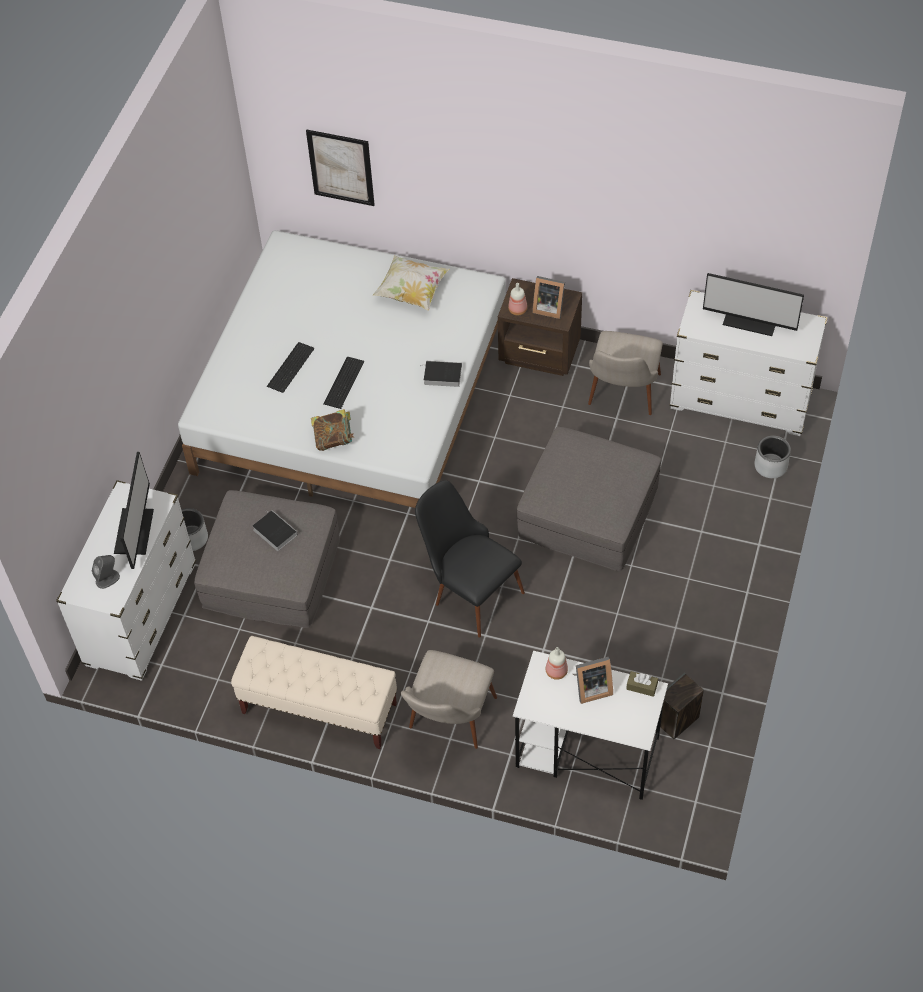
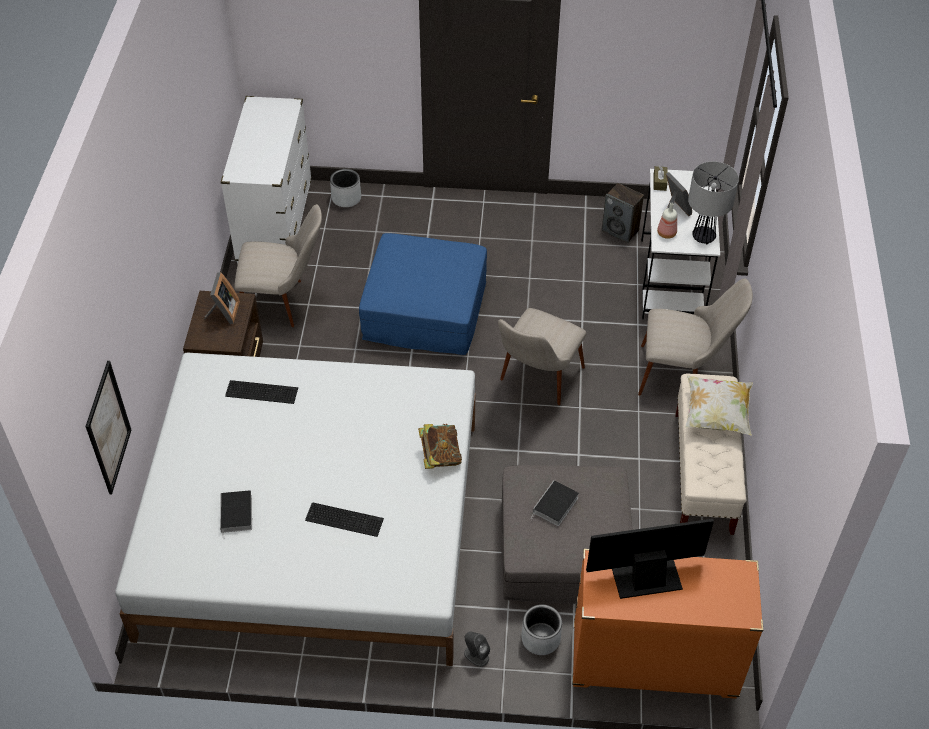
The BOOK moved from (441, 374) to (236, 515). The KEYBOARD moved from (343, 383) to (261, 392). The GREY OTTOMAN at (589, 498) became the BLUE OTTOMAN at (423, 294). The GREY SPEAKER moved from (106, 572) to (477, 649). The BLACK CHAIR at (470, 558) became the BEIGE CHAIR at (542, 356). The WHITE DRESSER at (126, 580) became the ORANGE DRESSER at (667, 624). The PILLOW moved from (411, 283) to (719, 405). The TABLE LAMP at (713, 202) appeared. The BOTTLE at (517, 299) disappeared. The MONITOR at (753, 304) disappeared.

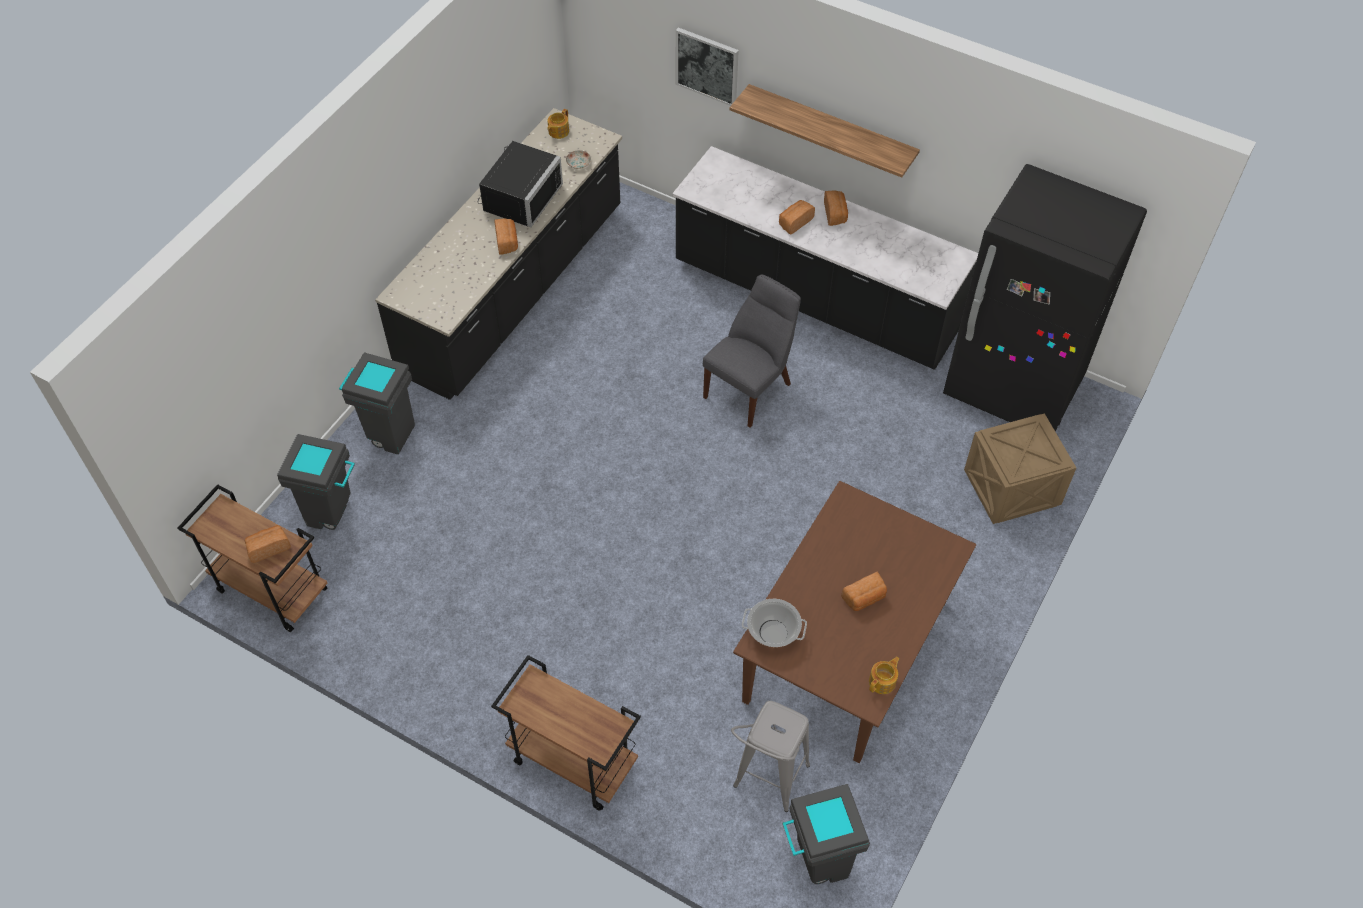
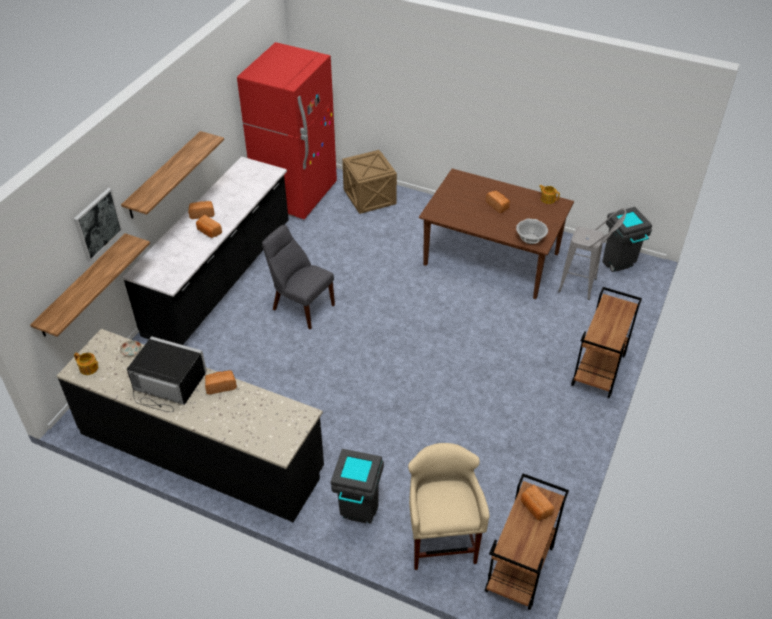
The SHELF at (90, 285) appeared. The BLACK FRIDGE at (1045, 297) became the RED FRIDGE at (287, 130). The GREY TRASH CAN at (316, 482) was replaced by the BEIGE STOOL at (449, 506).

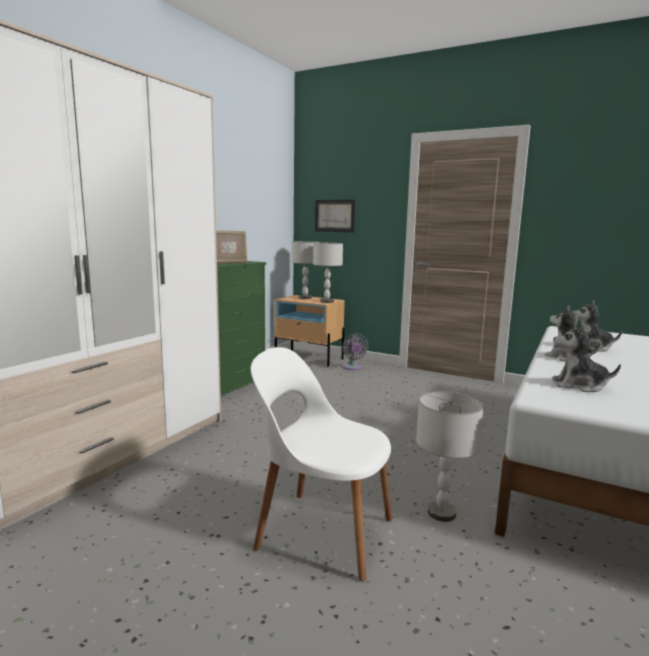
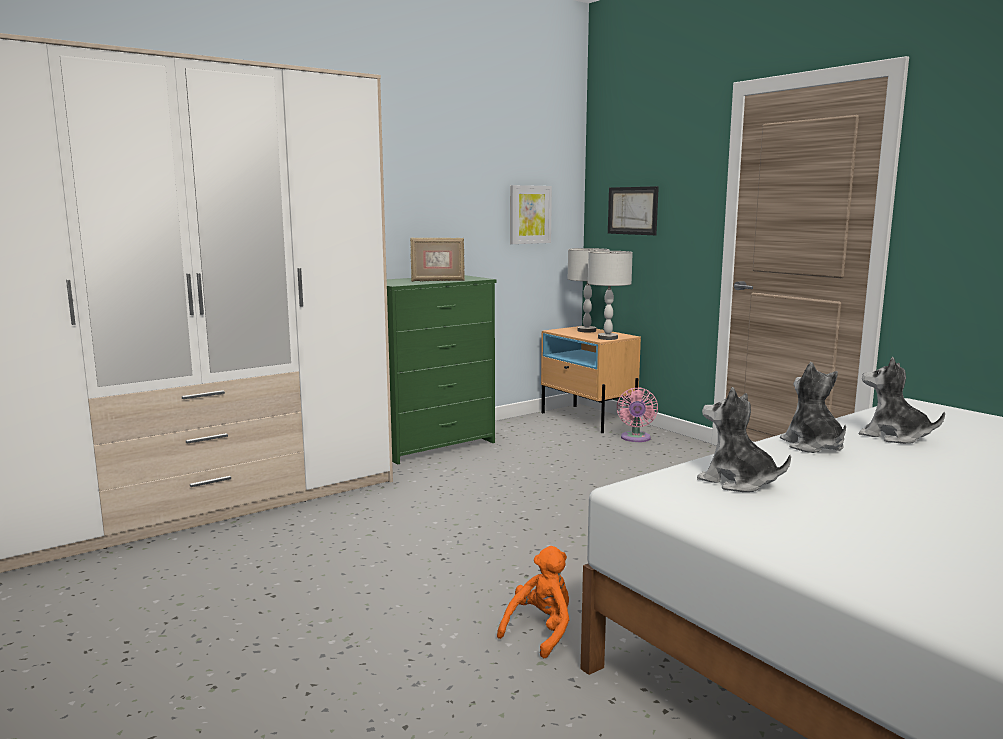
The GREY TABLE LAMP at (450, 456) was replaced by the ORANGE PLUSH TOY at (533, 602). The PICTURE at (531, 214) appeared. The GREY FAN at (355, 351) became the PINK FAN at (637, 414). The WHITE CHAIR at (321, 464) disappeared.

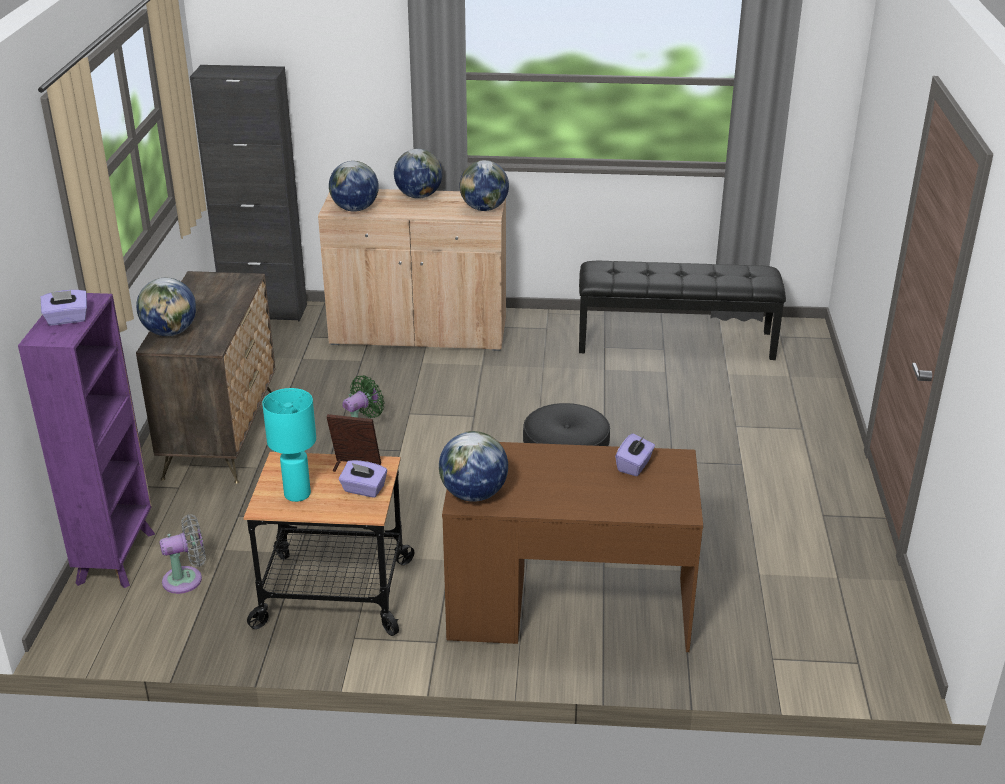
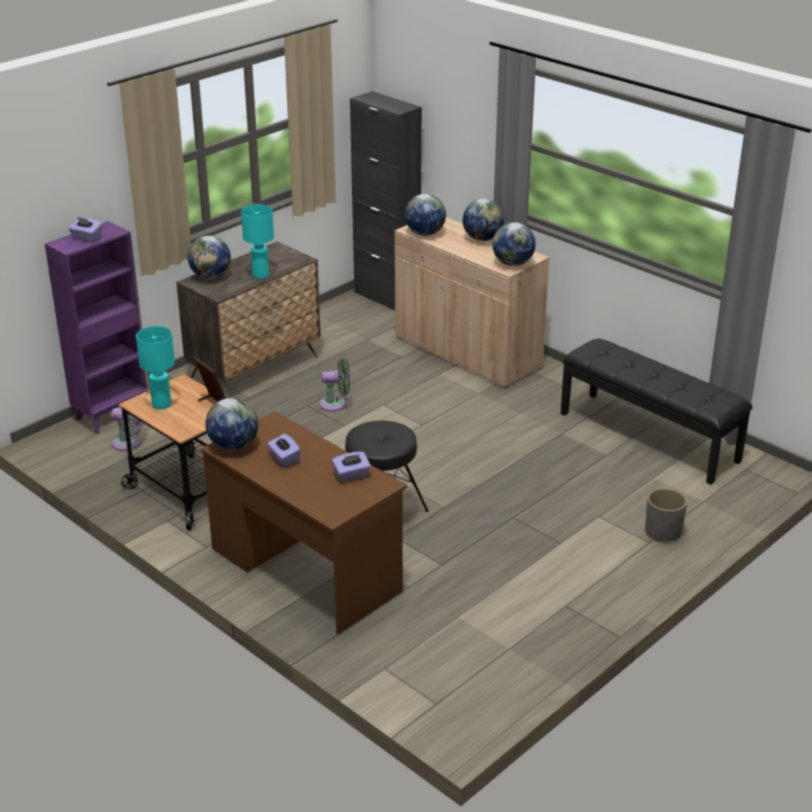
The TURQUOISE TABLE LAMP at (257, 241) appeared. The PURPLE TISSUE BOX moved from (363, 479) to (283, 450). The GREY PLANTER at (666, 515) appeared.

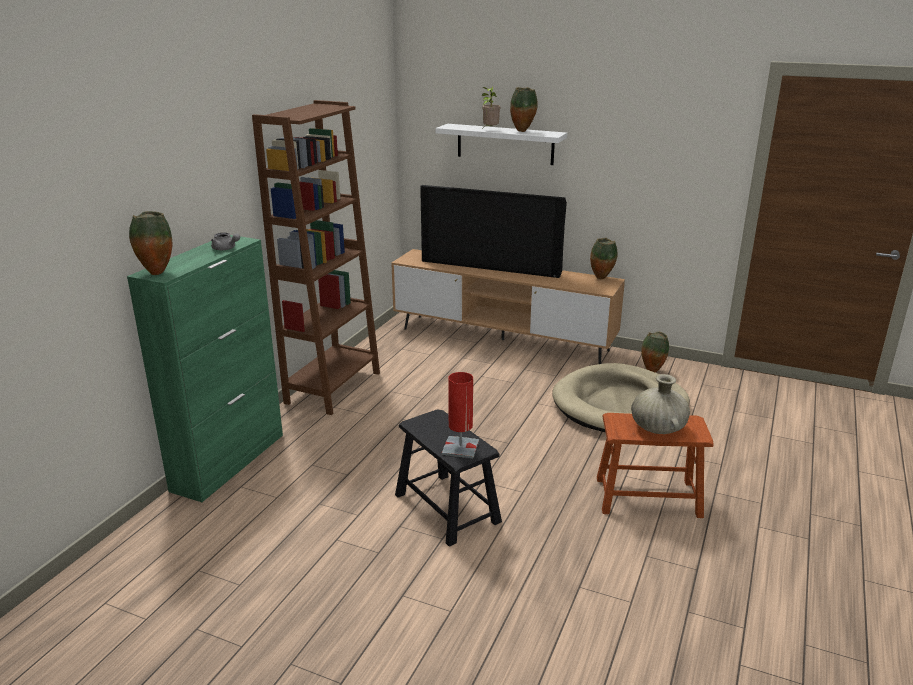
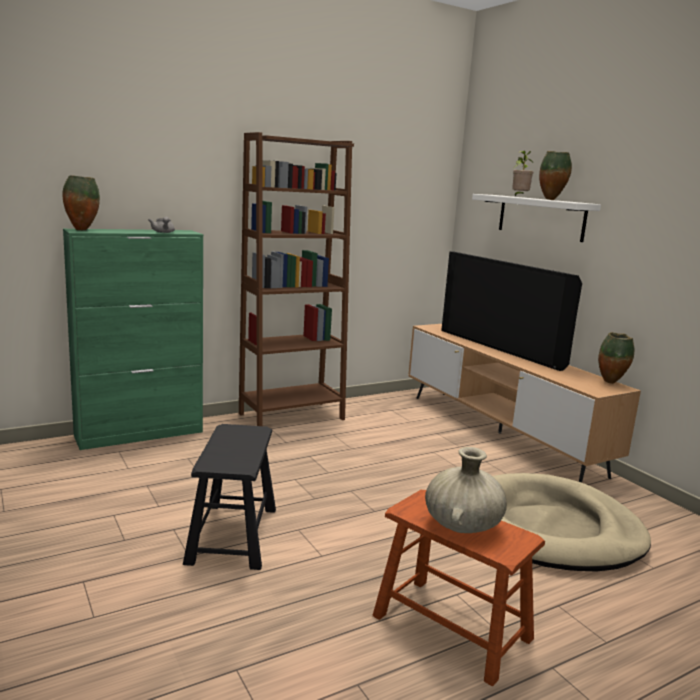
The RED TABLE LAMP at (460, 415) disappeared. The VASE at (655, 352) disappeared.

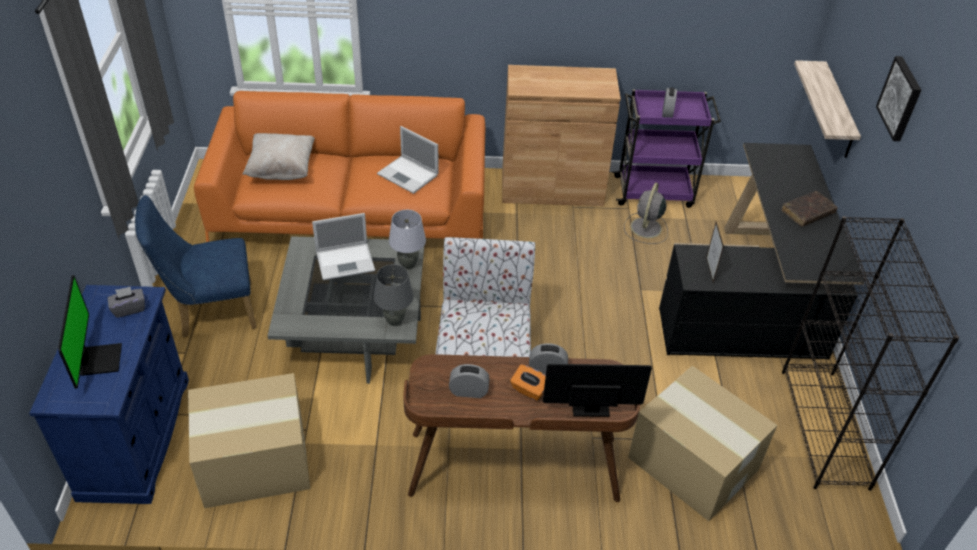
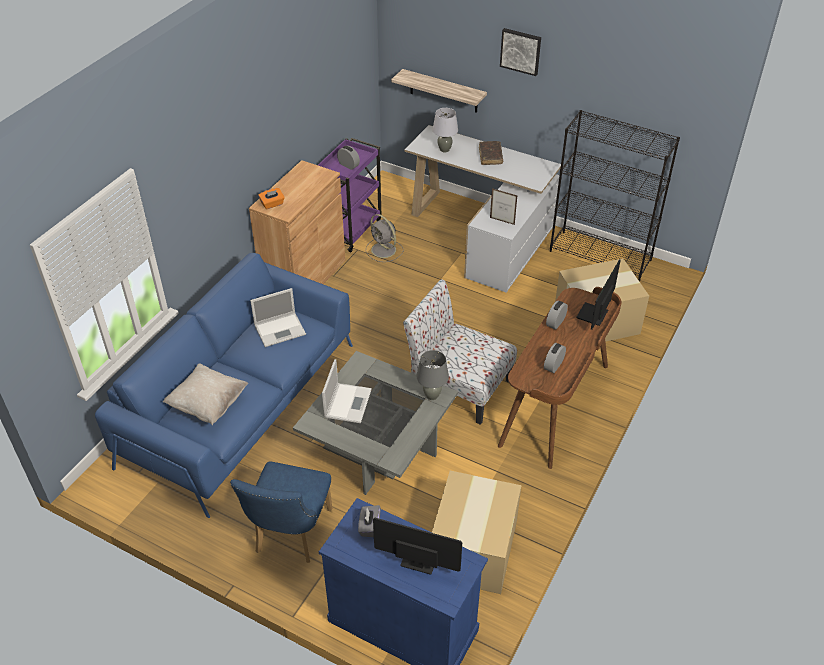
The ORANGE SOFA at (339, 166) became the BLUE SOFA at (224, 385). The ORANGE TISSUE BOX moved from (528, 382) to (271, 198). The BLACK DESK at (762, 251) became the WHITE DESK at (482, 209). The GREY TABLE LAMP moved from (407, 240) to (445, 130).

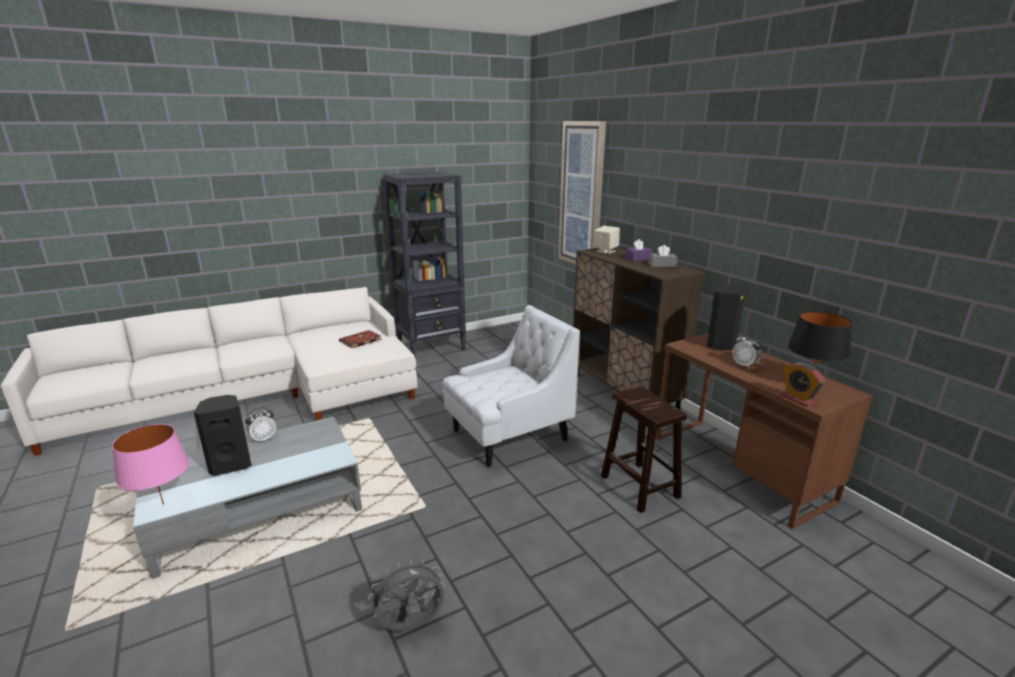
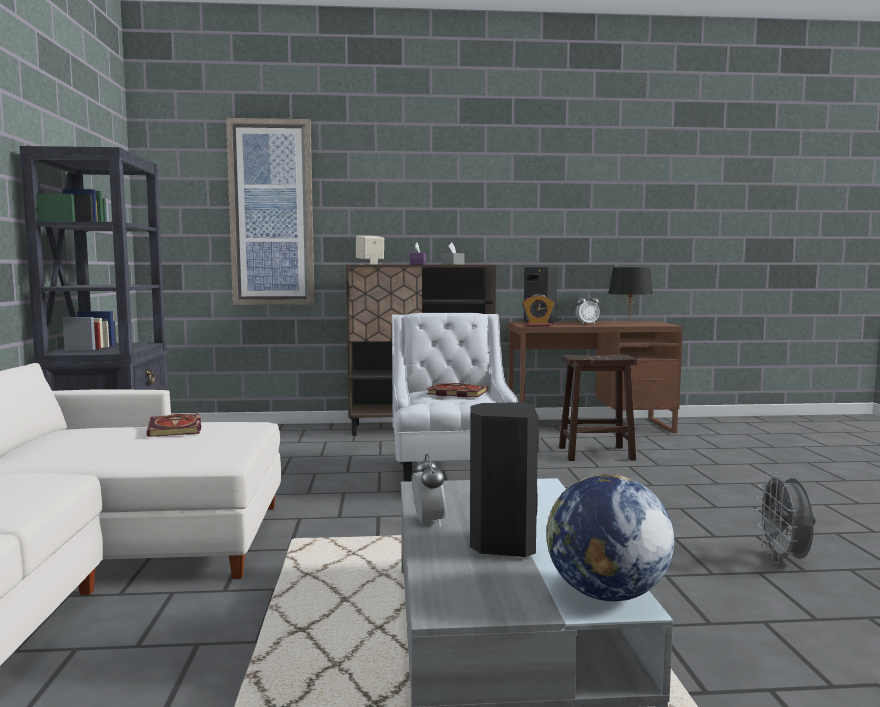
The BOOK at (457, 390) appeared. The ALARM CLOCK moved from (803, 384) to (538, 310). The PINK TABLE LAMP at (150, 464) was replaced by the GLOBE at (610, 537).

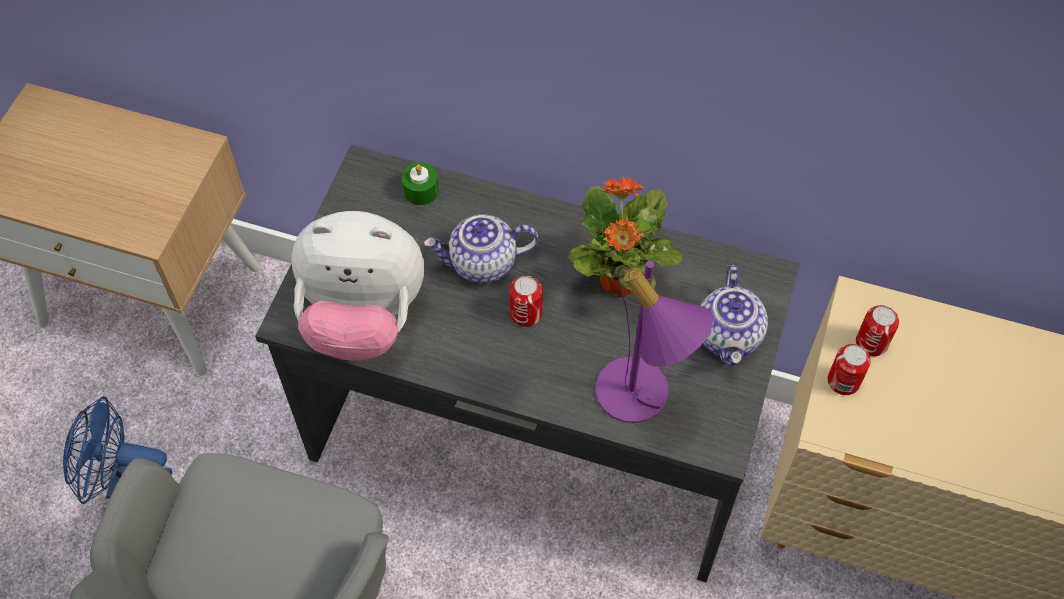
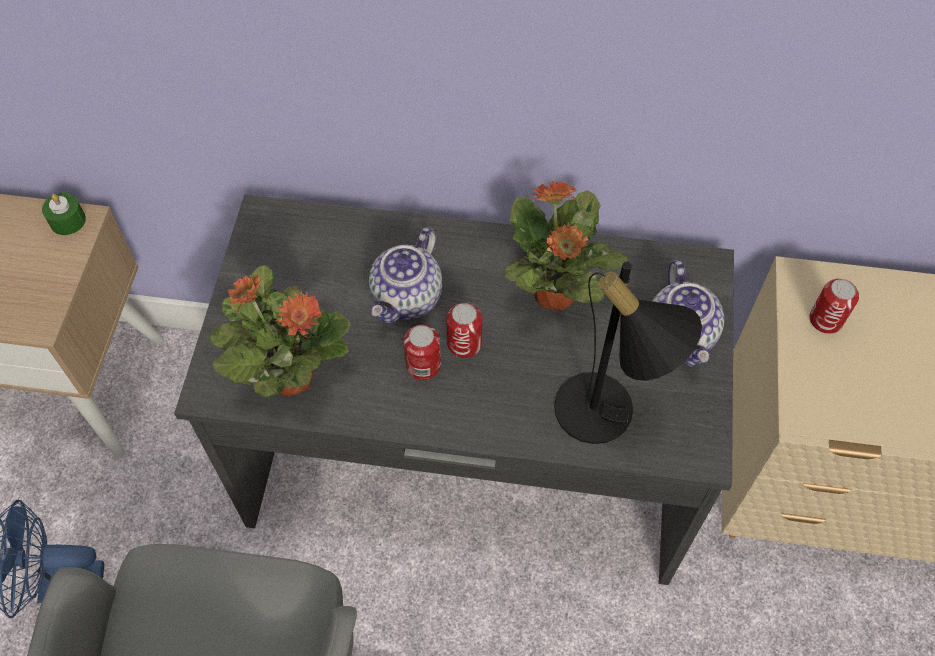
The GREEN CANDLE moved from (420, 183) to (64, 214). The PLUSH TOY at (357, 286) was replaced by the POTTED PLANT at (280, 331). The TEAPOT at (481, 249) turned 45 degrees counterclockwise. The CAN moved from (849, 369) to (422, 352). The PURPLE TABLE LAMP at (654, 342) became the BLACK TABLE LAMP at (628, 353).

